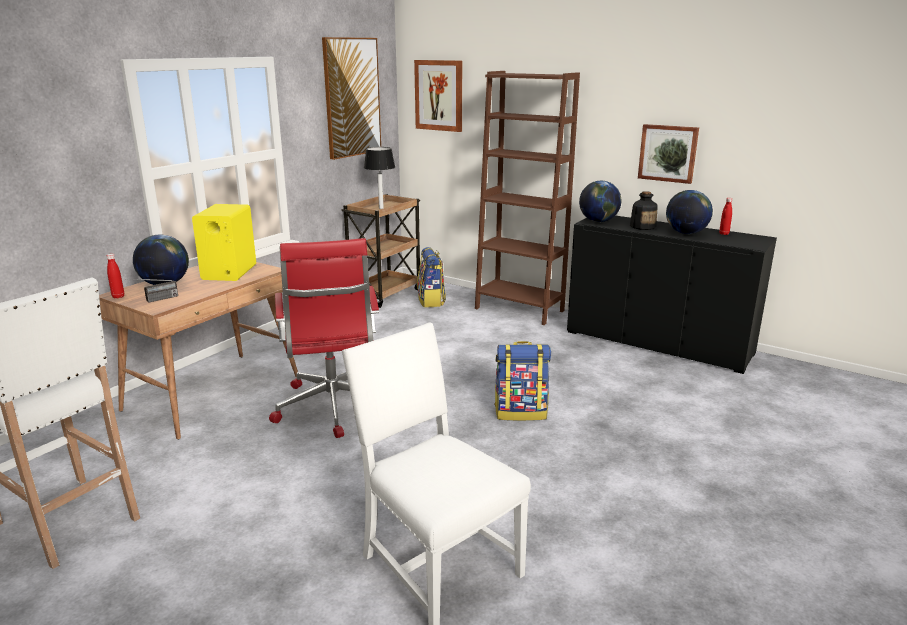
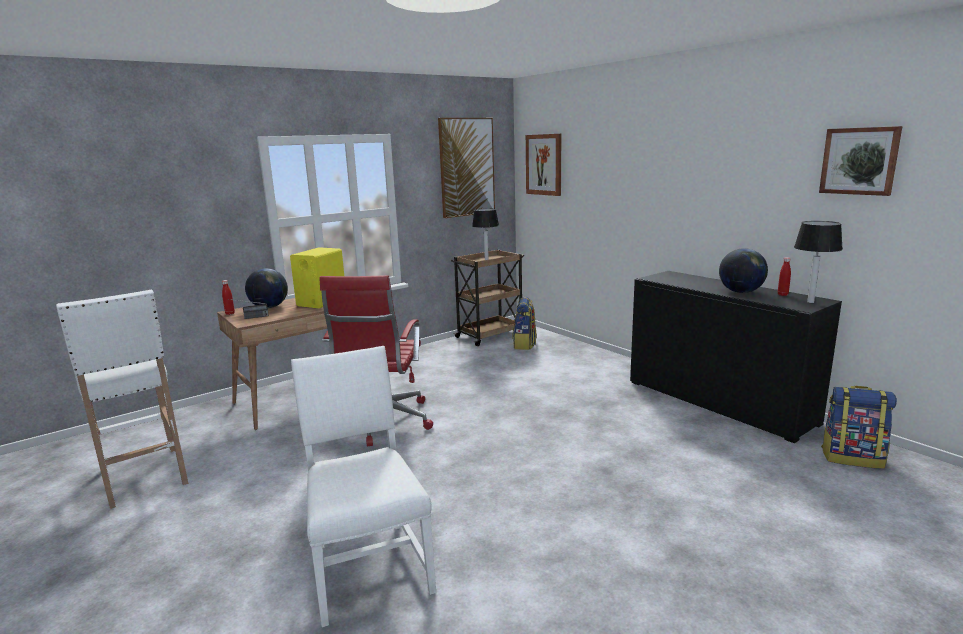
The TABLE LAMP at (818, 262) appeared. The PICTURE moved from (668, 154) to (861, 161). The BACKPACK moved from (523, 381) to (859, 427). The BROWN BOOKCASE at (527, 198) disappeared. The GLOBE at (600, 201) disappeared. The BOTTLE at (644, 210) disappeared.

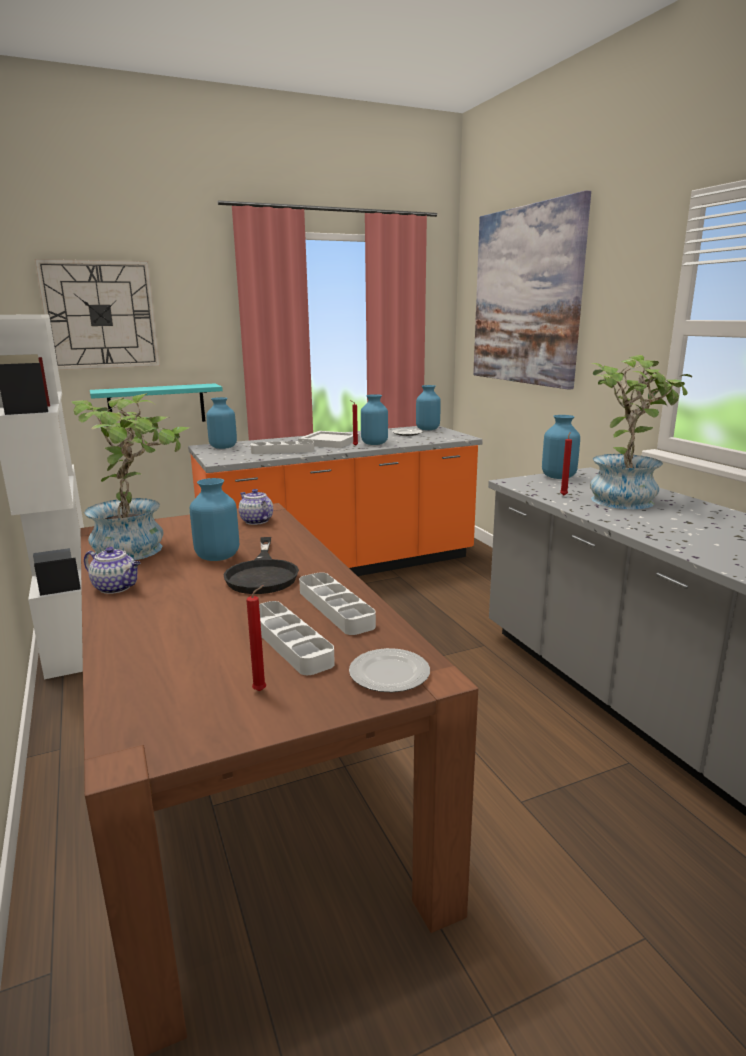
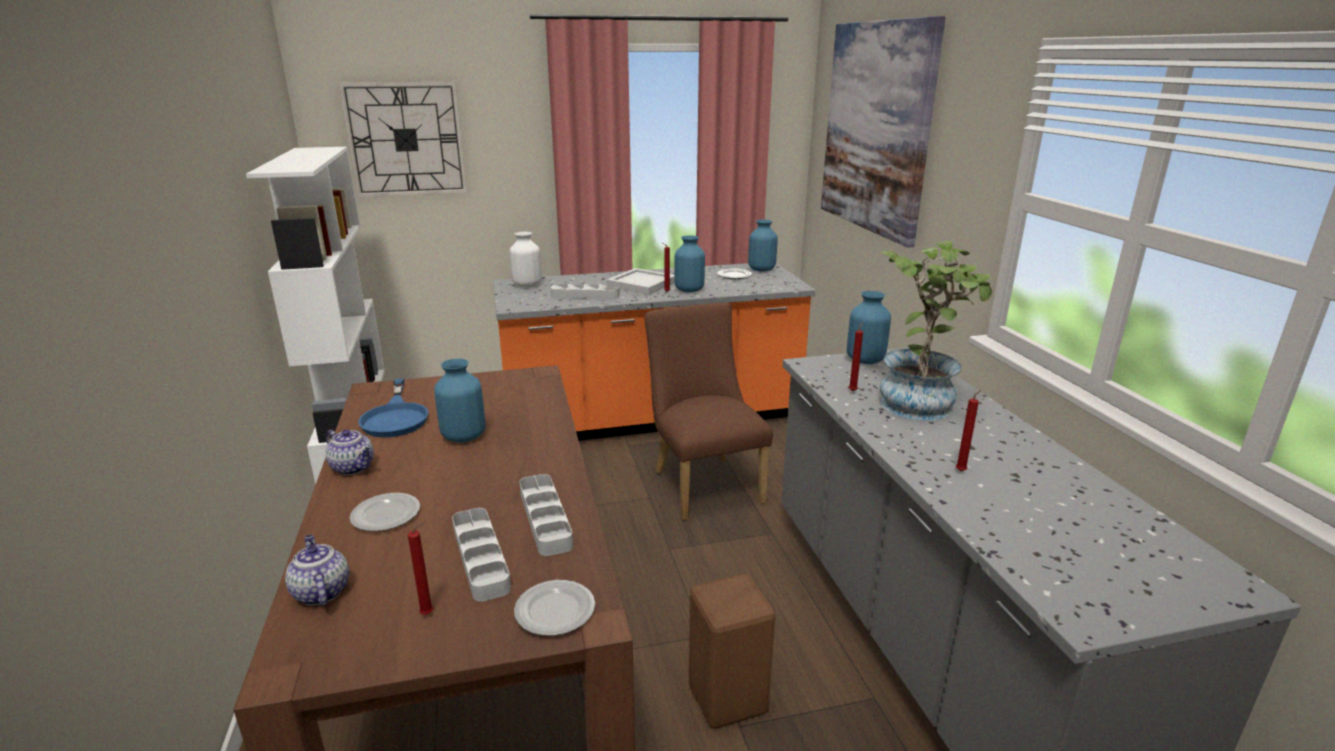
The TEAPOT moved from (256, 507) to (317, 570). The PLATE at (385, 512) appeared. The POTTED PLANT at (131, 476) was replaced by the BLUE FRYING PAN at (393, 408). The BLUE VASE at (221, 423) became the WHITE VASE at (525, 259). The BROWN CHAIR at (709, 411) appeared. The BROWN STOOL at (732, 651) appeared. The RED CANDLE at (968, 430) appeared. The TURQUOISE SHELF at (156, 402) disappeared. The BLACK FRYING PAN at (261, 565) disappeared.

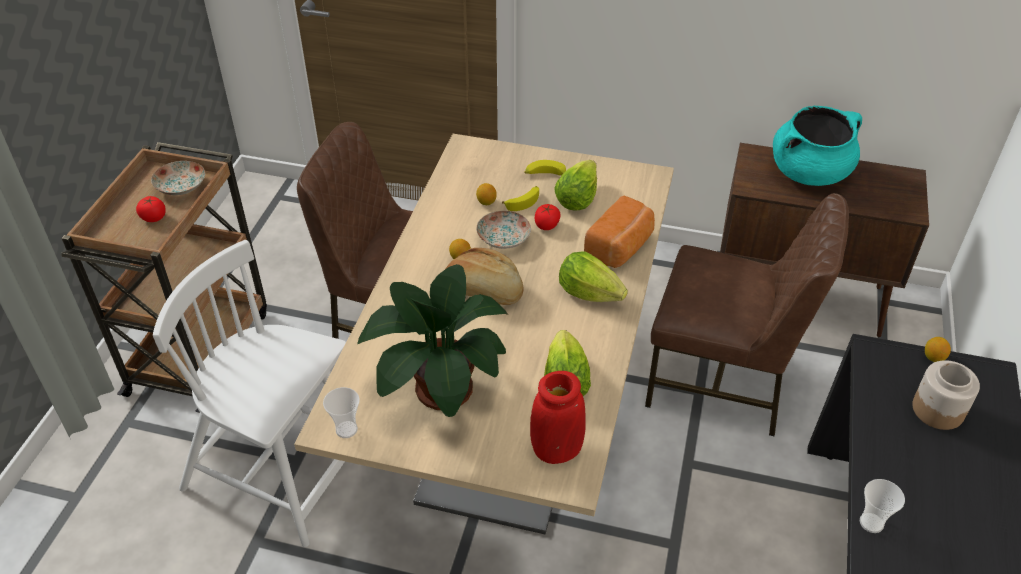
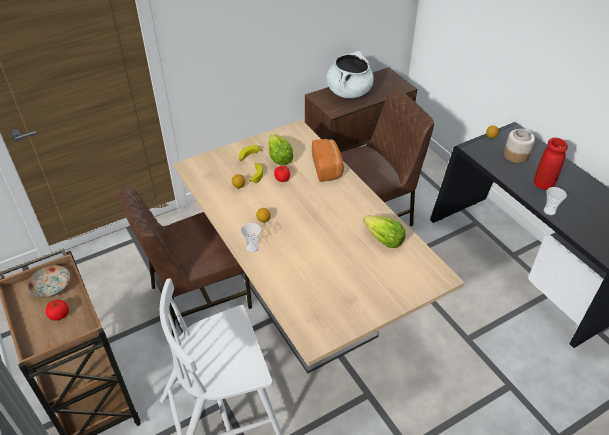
The CUP moved from (341, 412) to (250, 238). The TURQUOISE COOKING POT at (817, 146) became the WHITE COOKING POT at (350, 74). The RED VASE moved from (558, 417) to (551, 164). The POTTED PLANT at (432, 340) disappeared. The BREAD at (484, 276) disappeared. The PLATE at (503, 230) disappeared. The LETTUCE at (593, 276) disappeared.

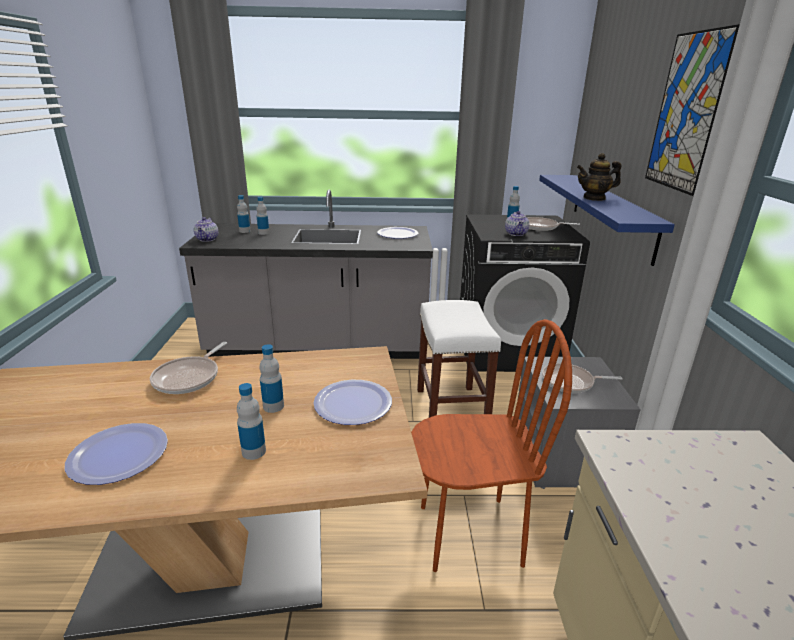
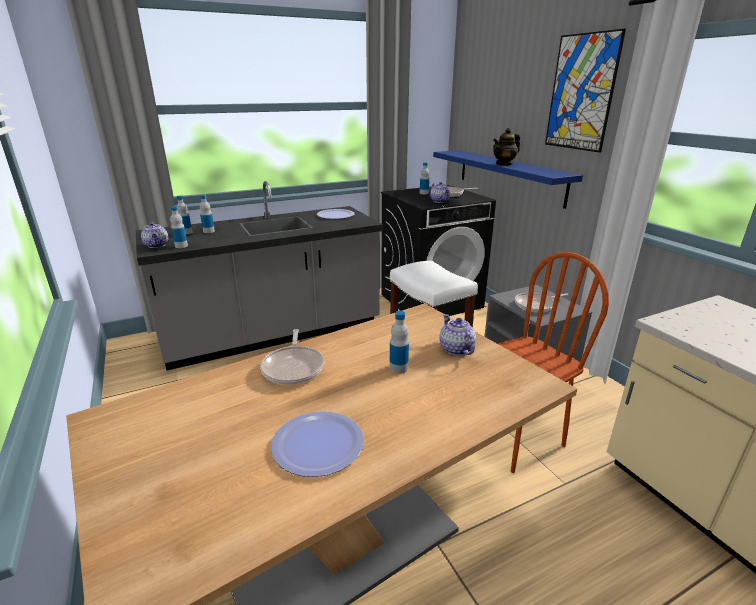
The BOTTLE moved from (251, 421) to (179, 227). The PLATE at (353, 402) was replaced by the TEAPOT at (457, 335).

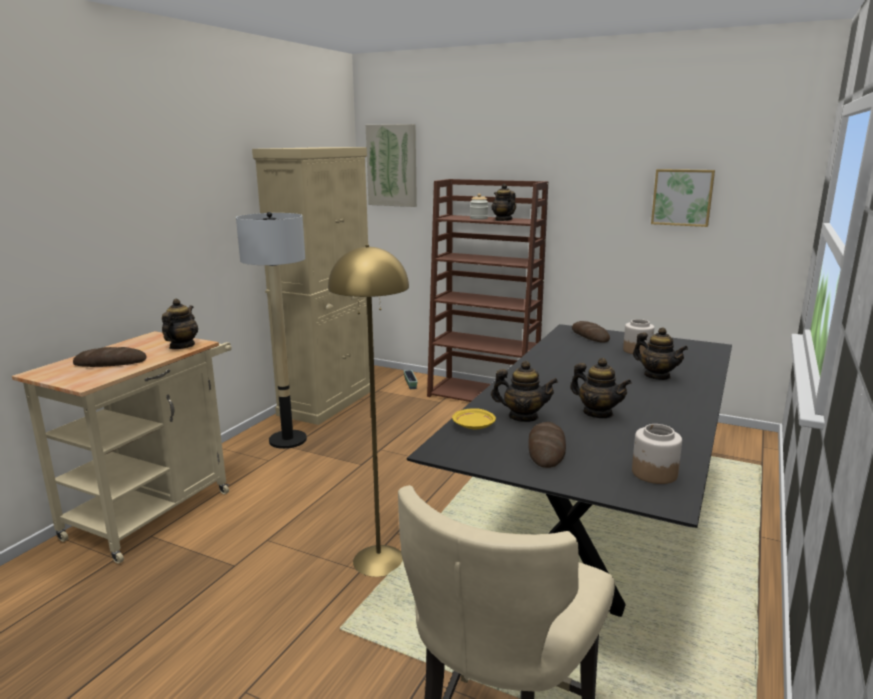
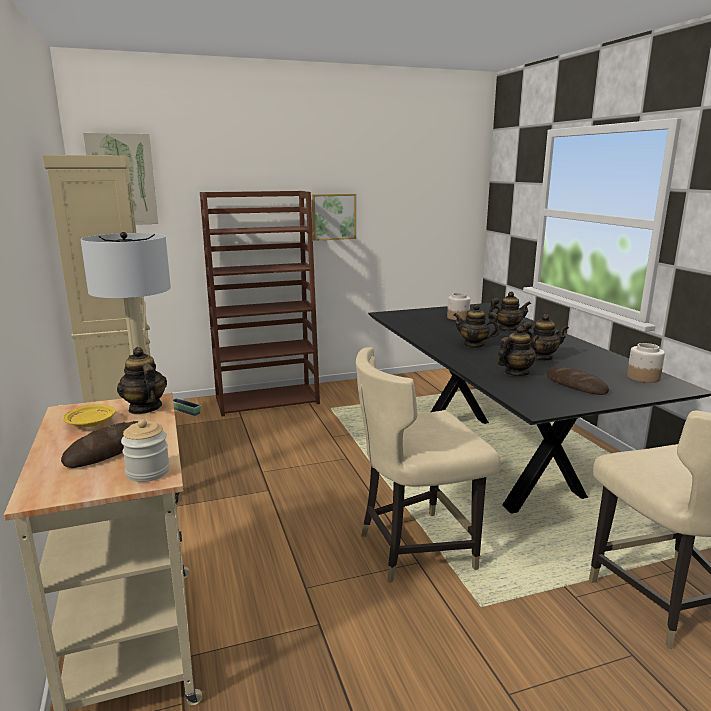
The YELLOW PLATE moved from (474, 418) to (89, 415). The JAR moved from (479, 207) to (145, 450). The PICTURE moved from (683, 198) to (334, 217). The YELLOW FLOOR LAMP at (368, 411) was replaced by the BEIGE CHAIR at (428, 465). The TEAPOT moved from (504, 202) to (476, 326). The BREAD at (591, 332) disappeared.

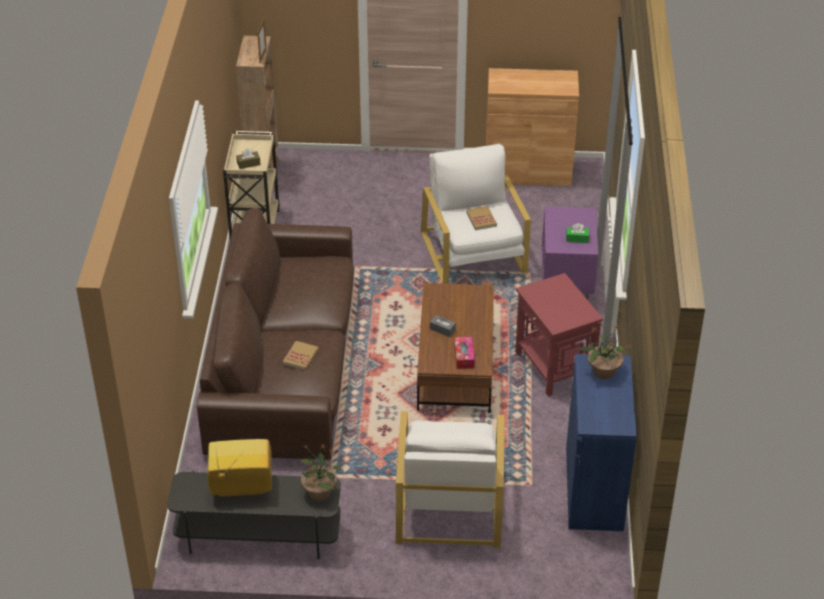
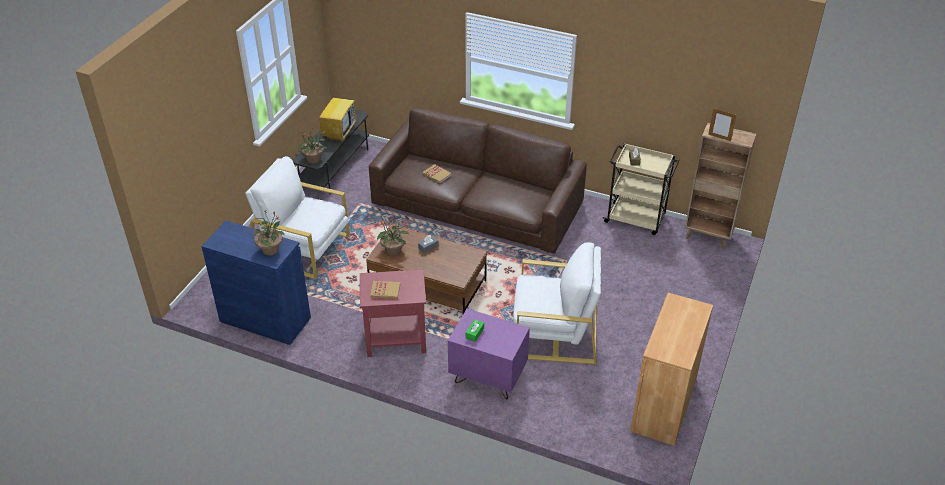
The BOOK moved from (481, 218) to (385, 290). The TISSUE BOX at (464, 353) was replaced by the POTTED PLANT at (393, 236).

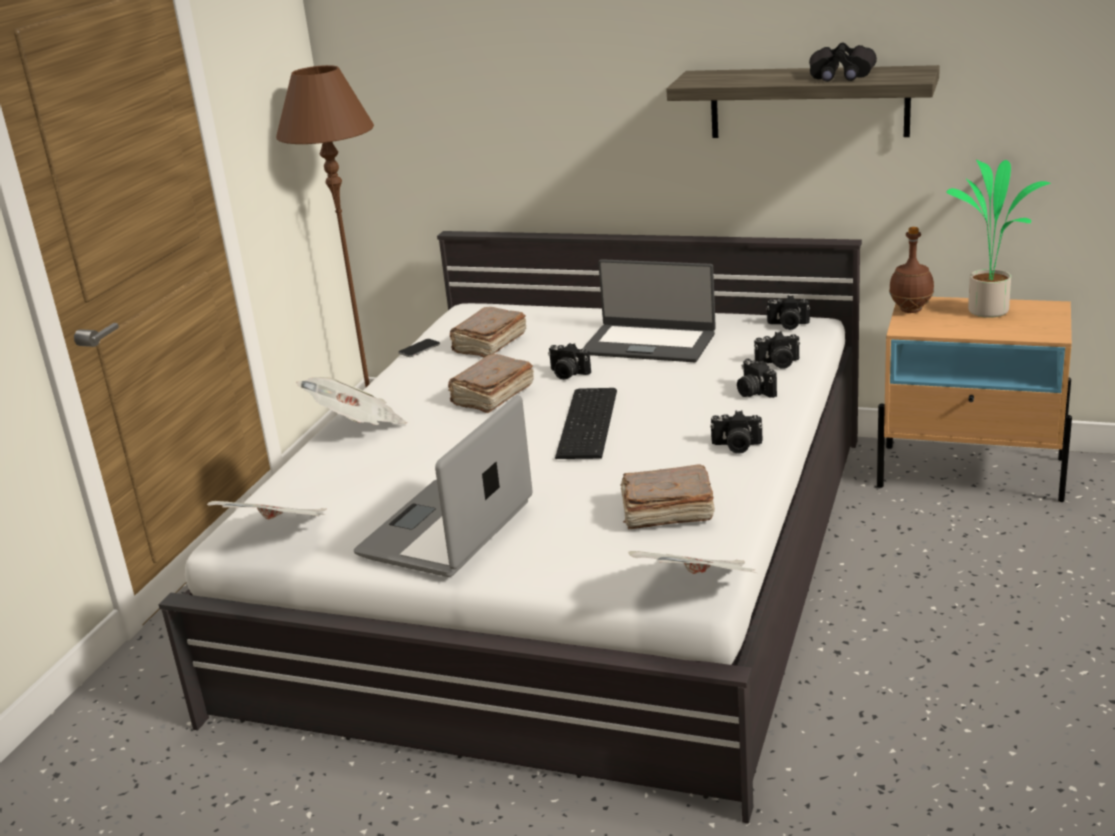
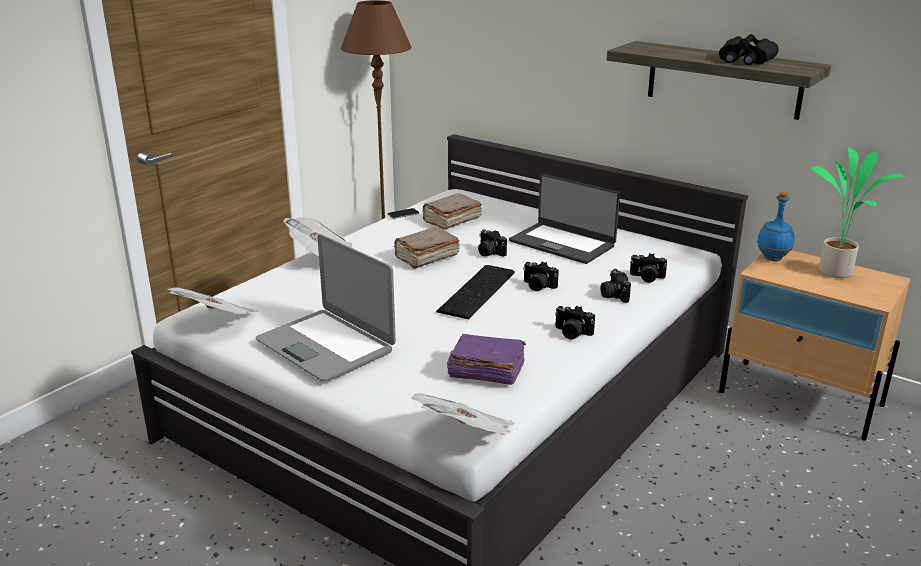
The LAPTOP at (443, 486) turned 90 degrees counterclockwise. The BROWN BOOK at (667, 496) became the PURPLE BOOK at (486, 359). The PHOTO CAMERA moved from (788, 312) to (541, 276). The BROWN BOTTLE at (911, 270) became the BLUE BOTTLE at (776, 226).

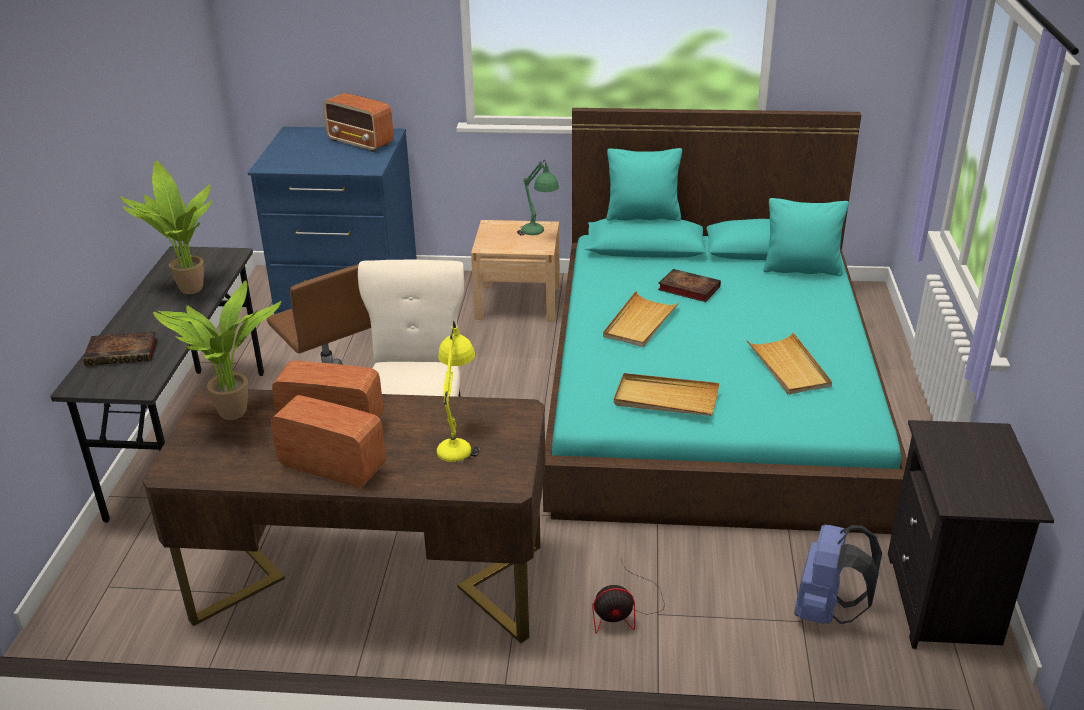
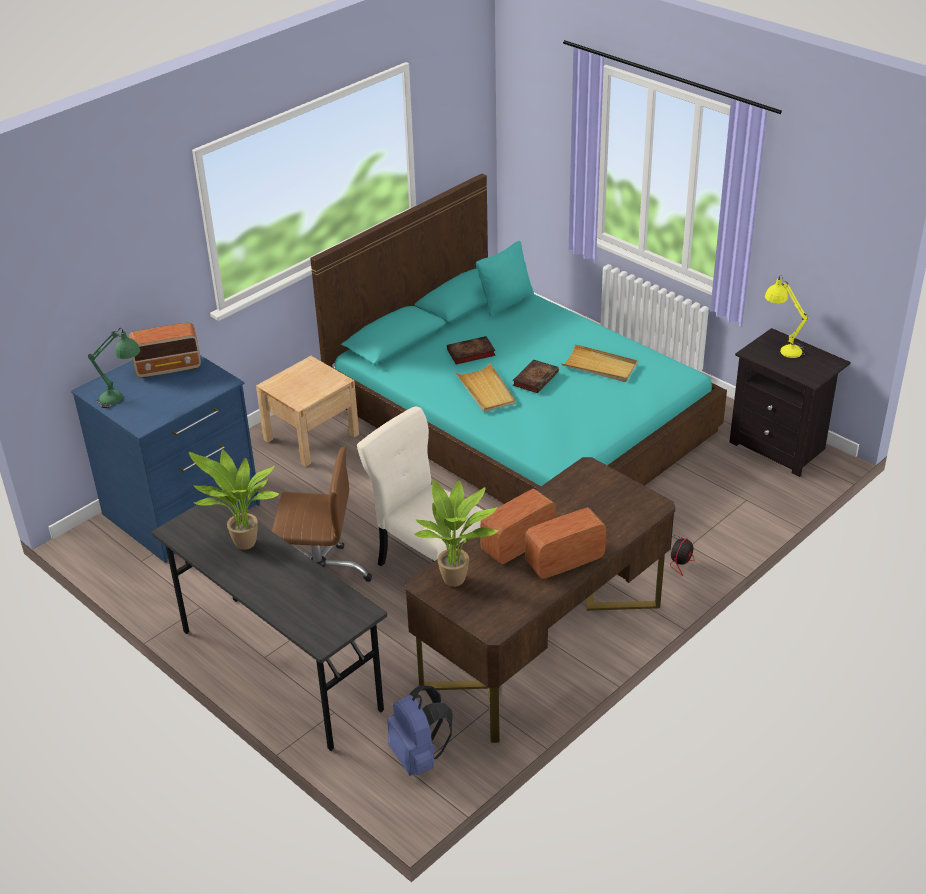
The GREEN TABLE LAMP moved from (538, 198) to (114, 368). The BLUE BACKPACK moved from (838, 574) to (420, 730). The BOOK moved from (120, 349) to (536, 376). The YELLOW TABLE LAMP moved from (458, 392) to (787, 316). The TURQUOISE PILLOW at (644, 184) disappeared. The BEIGE TRAY at (666, 394) disappeared.

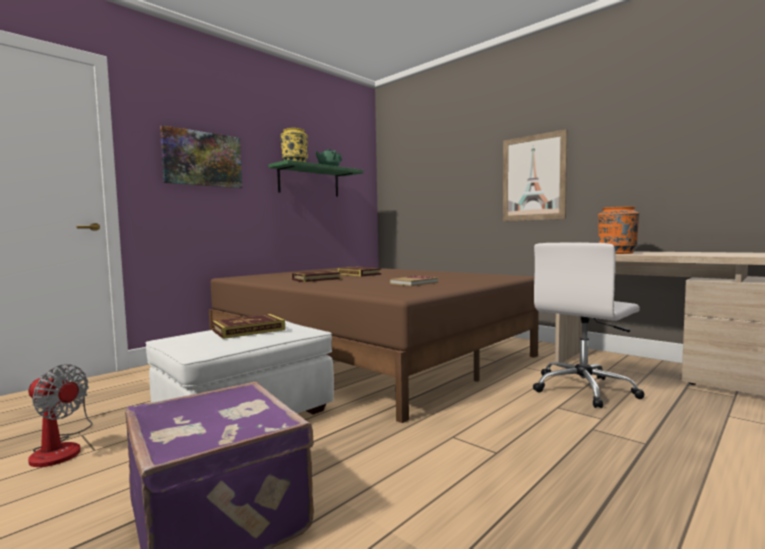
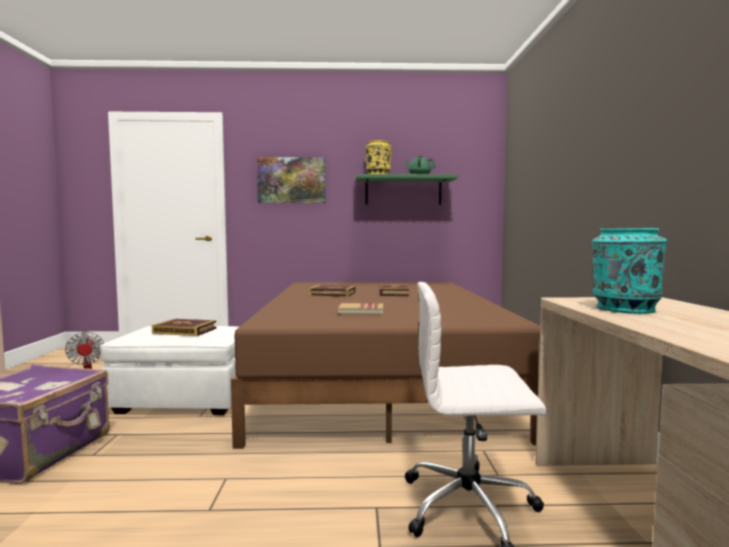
The ORANGE VASE at (618, 230) became the TURQUOISE VASE at (629, 271). The PICTURE at (535, 175) disappeared.

